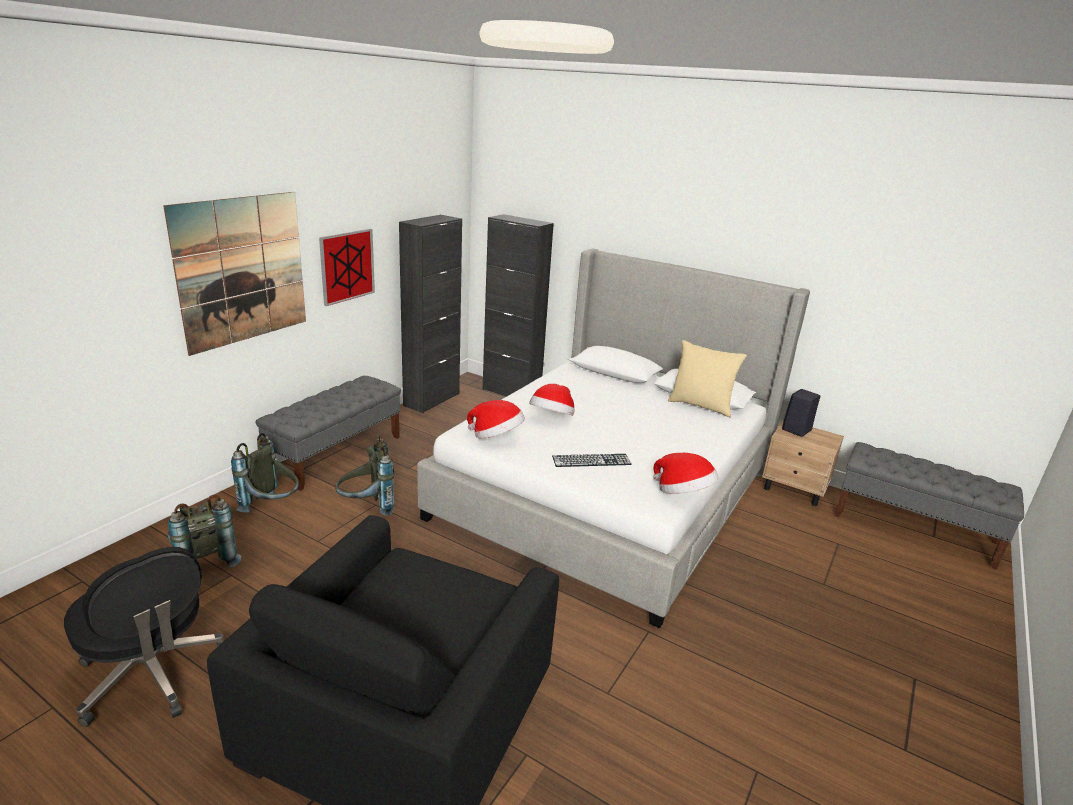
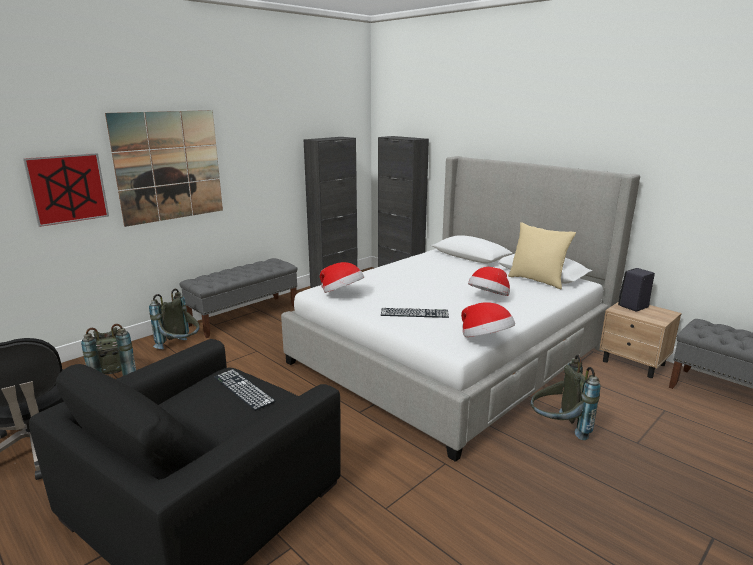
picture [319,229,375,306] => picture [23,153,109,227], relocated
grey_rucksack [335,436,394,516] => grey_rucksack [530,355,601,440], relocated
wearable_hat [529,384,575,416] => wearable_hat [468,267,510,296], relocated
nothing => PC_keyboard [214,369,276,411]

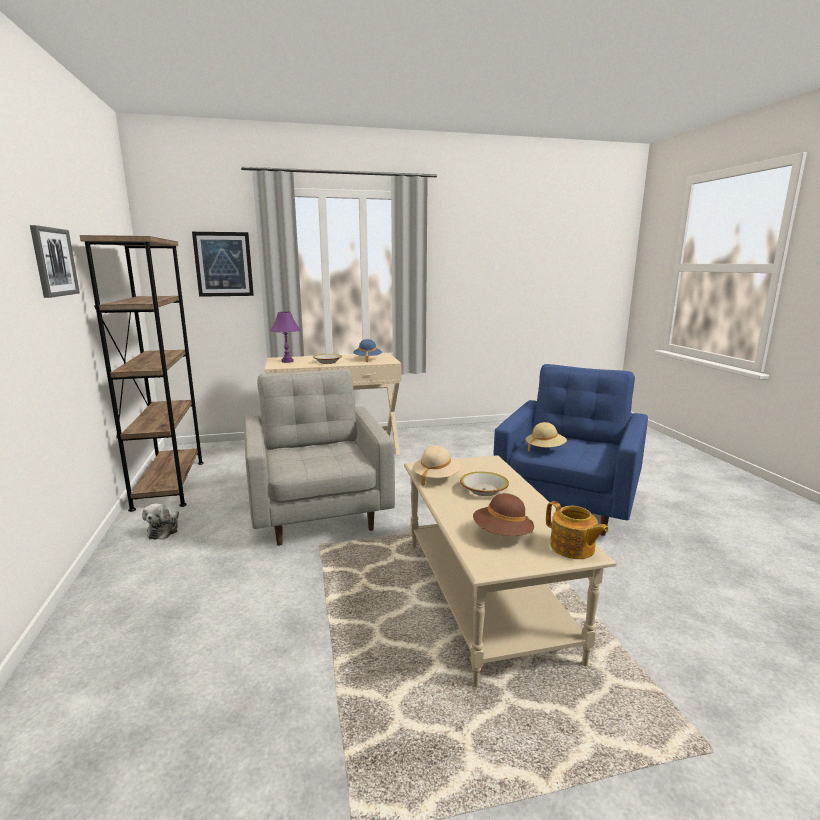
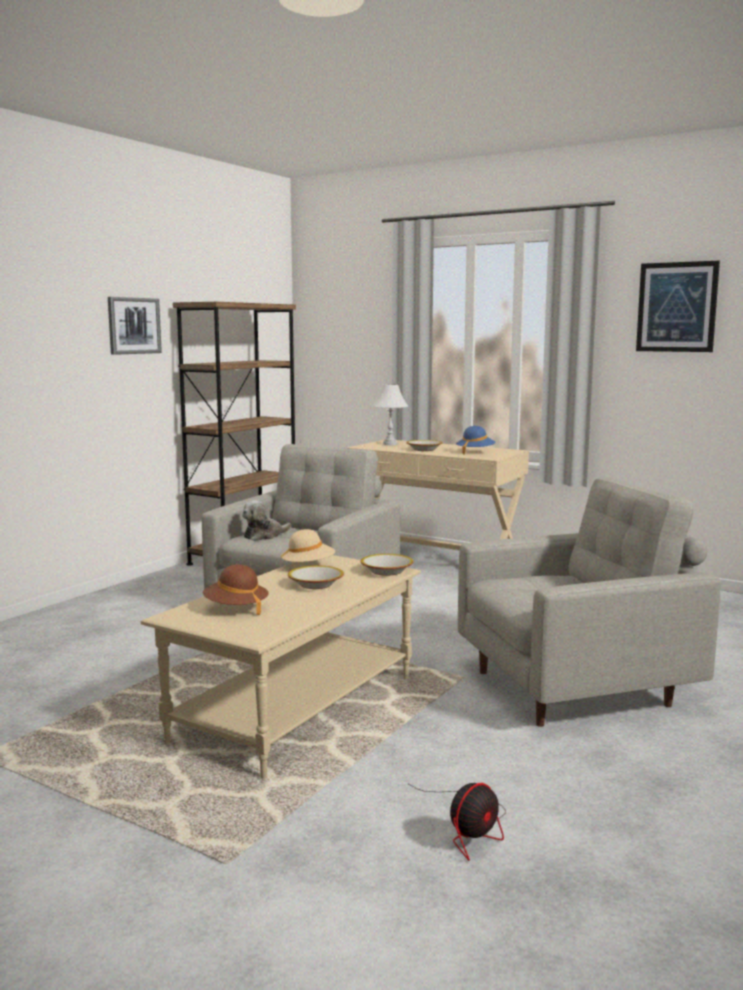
plush_toy [142,503,179,540] => plush_toy [242,500,291,541], relocated
picture [192,232,254,297] => picture [636,261,720,352], relocated
purple_tabletop_lamp [270,312,301,363] => whitish_tabletop_lamp [372,384,408,445]
bluish_easy_chair [493,364,648,536] => grey_easy_chair [458,476,721,727]
beige-coloured_wearable_hat [526,422,567,451] => nothing
tea_pot [546,501,609,559] => nothing
nothing => bowl [360,554,414,576]
nothing => cooling_fan [409,783,506,861]

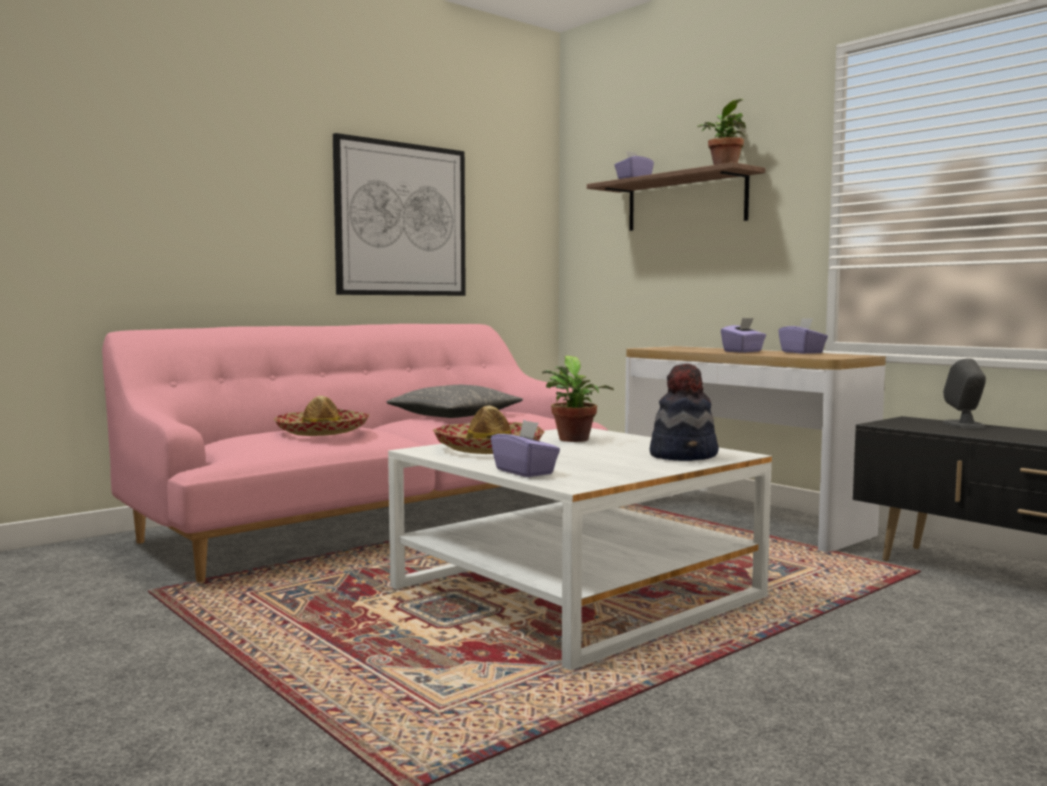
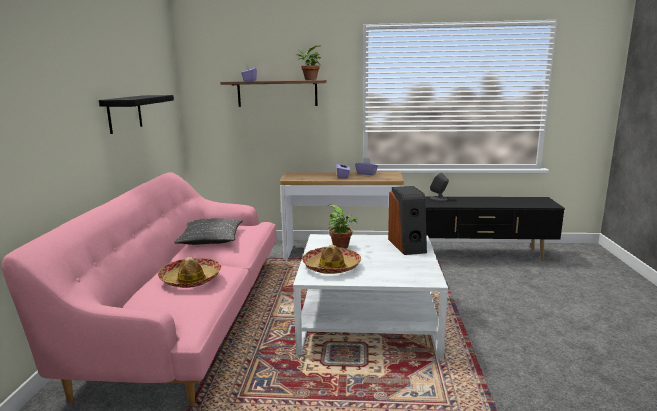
picture [333,133,466,296] => black-coloured_shelf [99,95,174,134]
purple_box_of_tissues [491,420,560,477] => nothing
wearable_hat [650,363,719,461] => audio_speaker [388,186,427,255]

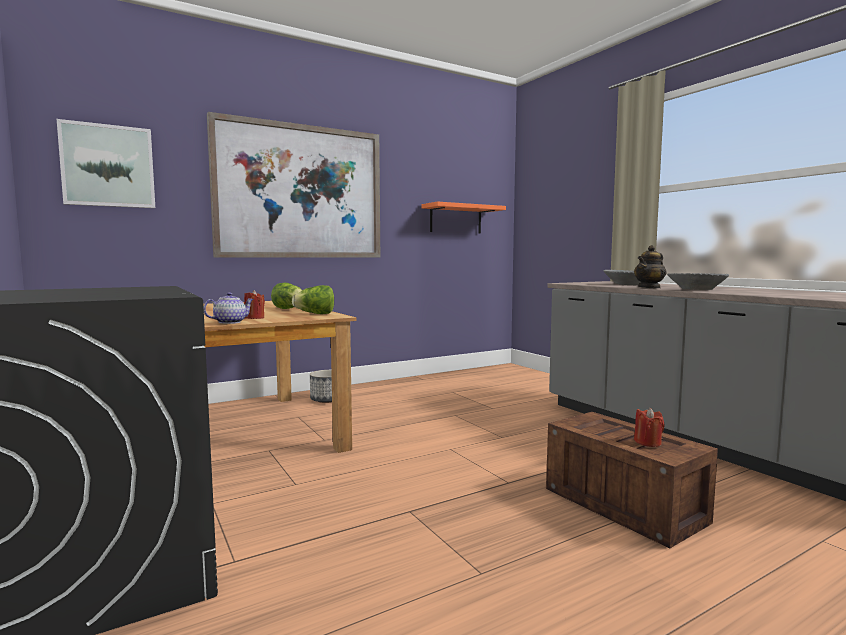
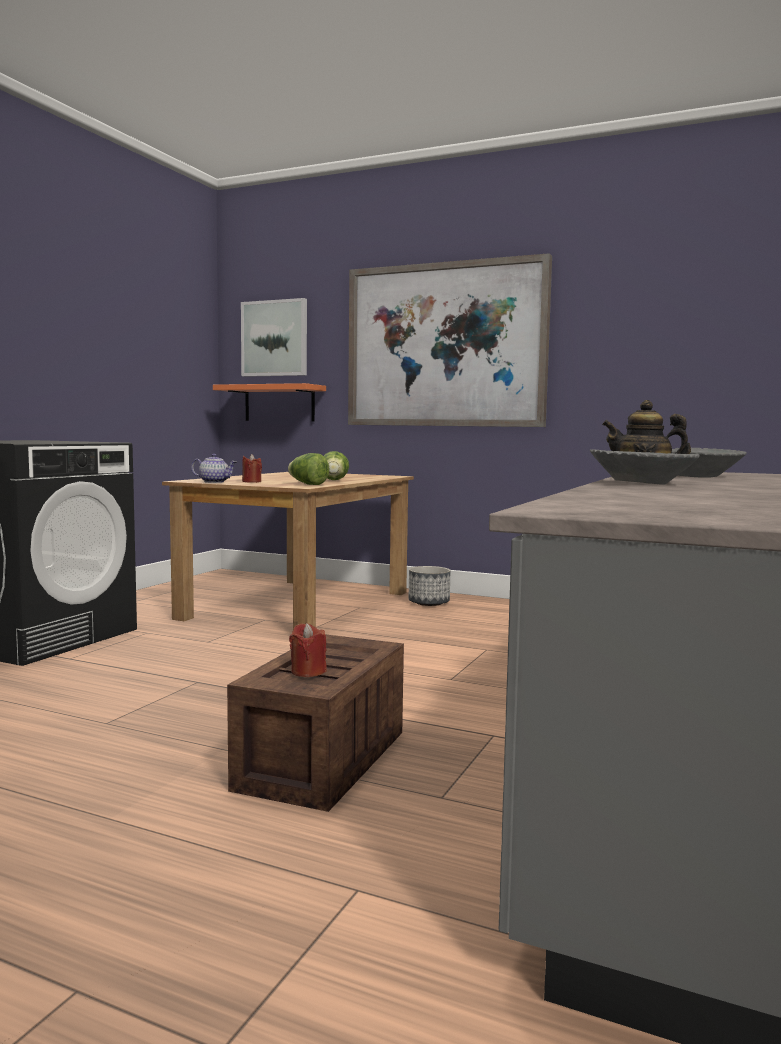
orange-coloured_shelf [421,202,506,234] => orange-coloured_shelf [213,383,326,421], relocated

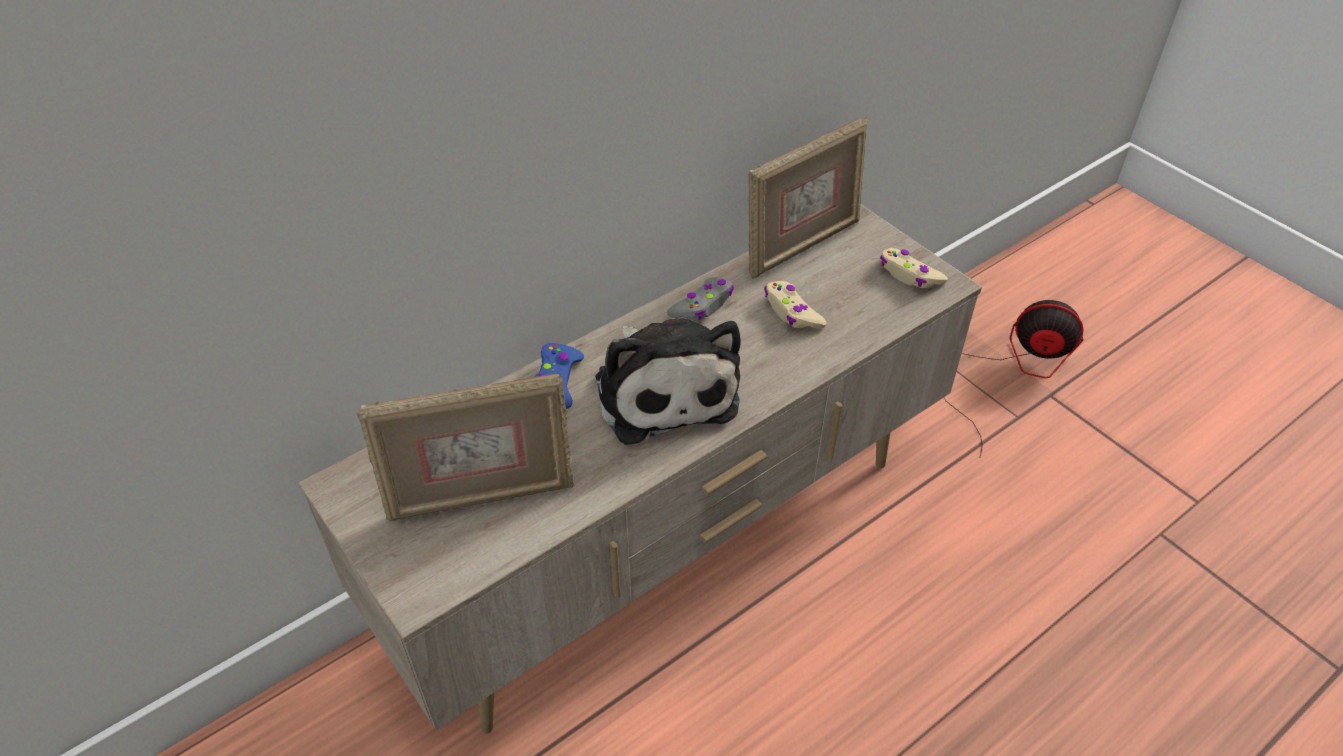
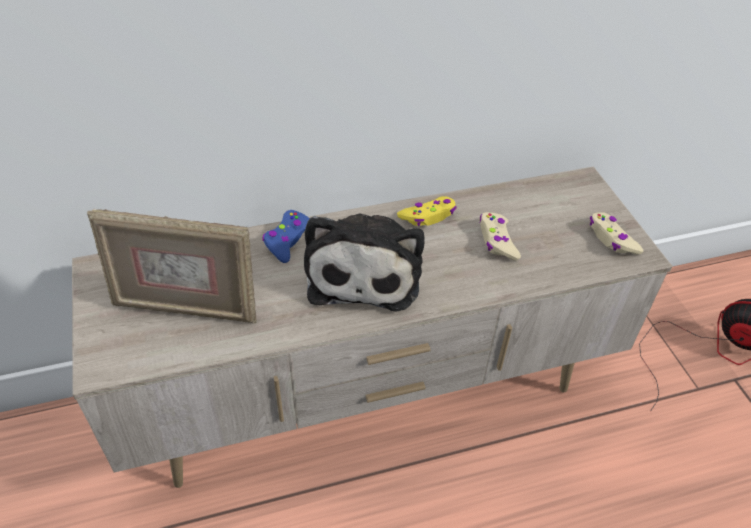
grey_game_controller [667,277,734,321] => yellow-coloured_game_controller [397,196,457,226]
standing_frame [748,117,867,279] => nothing

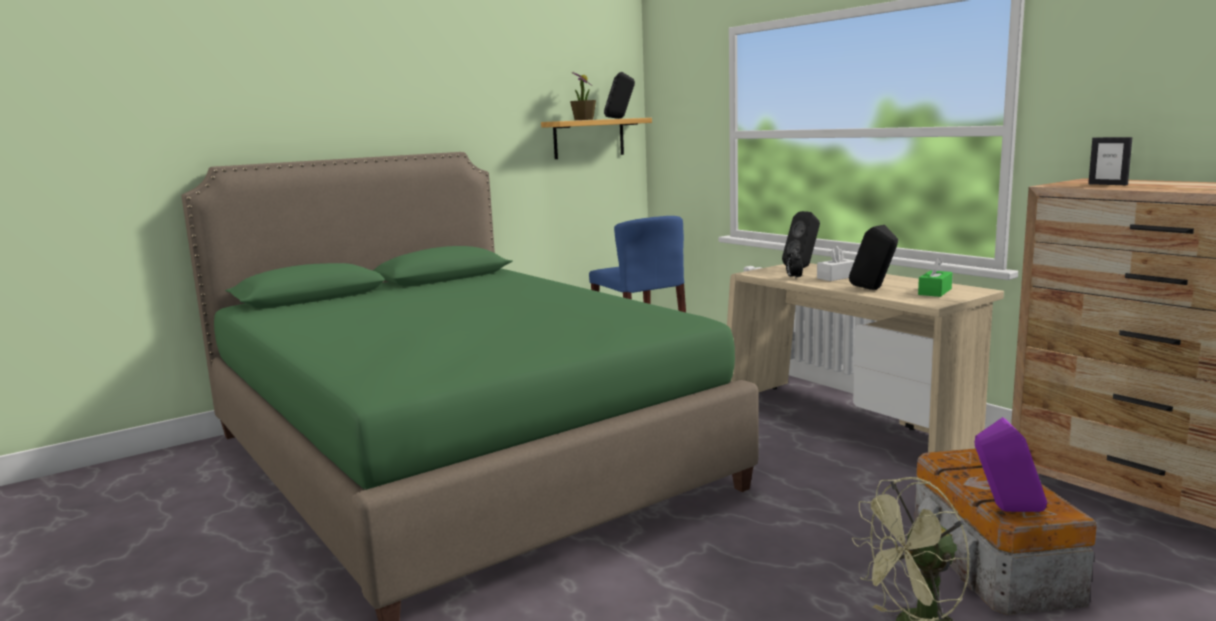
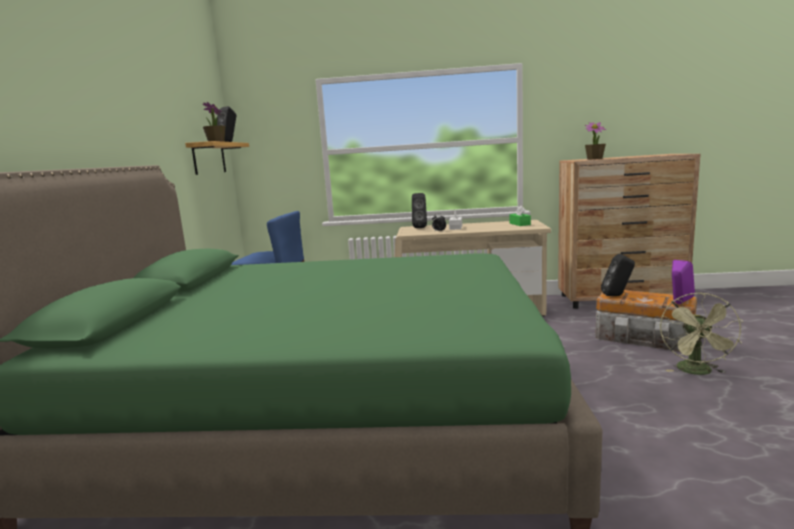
black-coloured_audio_speaker [849,225,898,290] => black-coloured_audio_speaker [601,254,635,296], relocated
standing_frame [1088,137,1133,185] => houseplant [585,122,606,160]

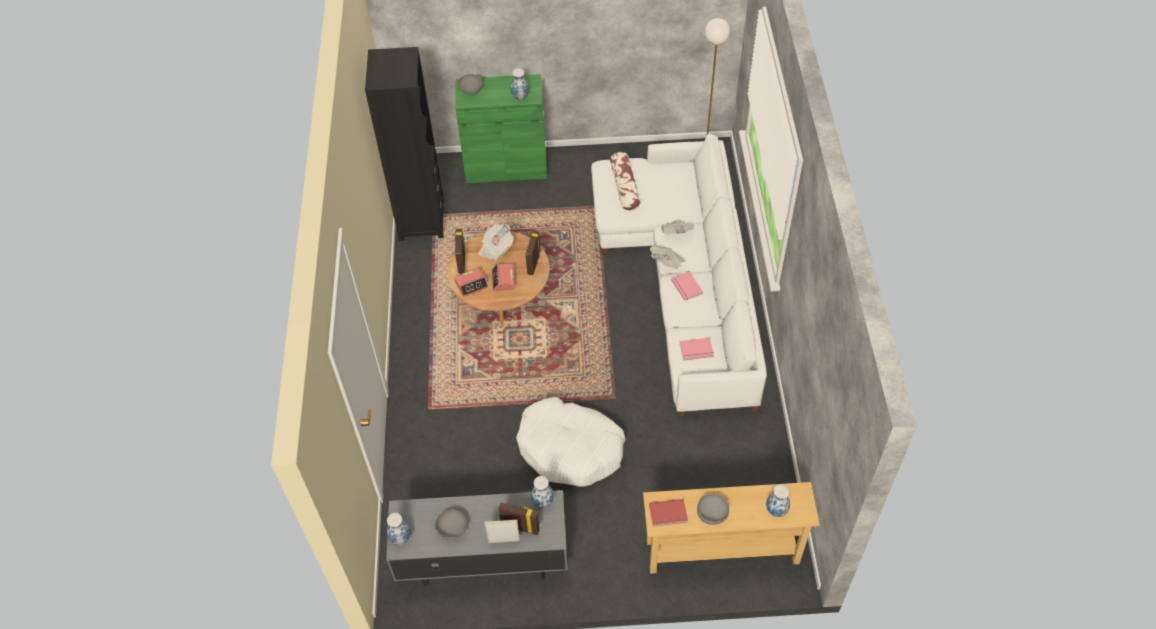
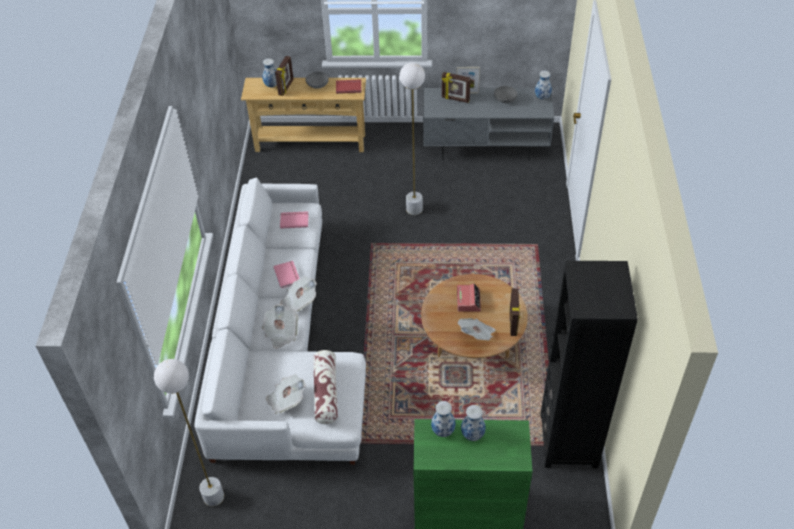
table_clock [454,267,488,297] => nothing
grey_bowl [458,74,483,95] => nothing
whitish_dog_cushion [516,397,626,487] => whitish_standard_lamp [399,62,425,215]
standing_frame [526,230,541,275] => standing_frame [275,56,293,96], relocated
vase [531,476,554,508] => vase [461,405,486,441], relocated
nothing => printed_paper [266,374,306,414]

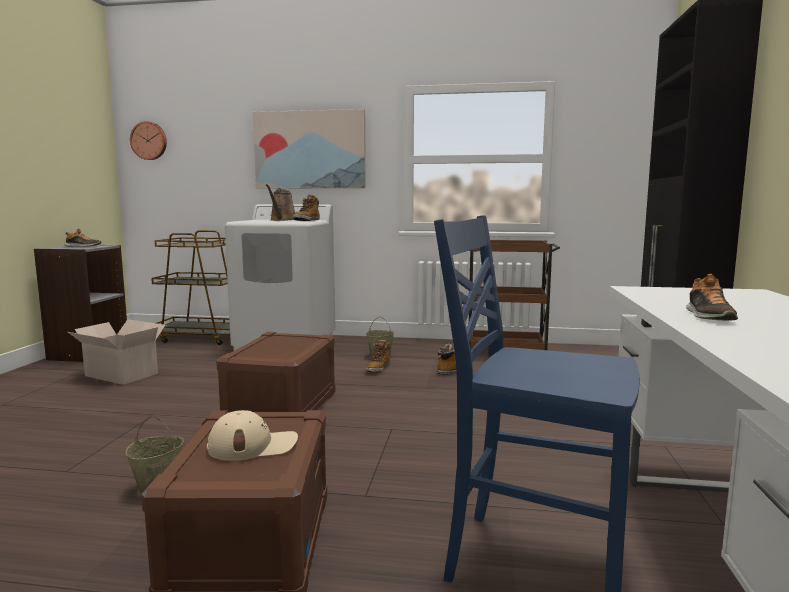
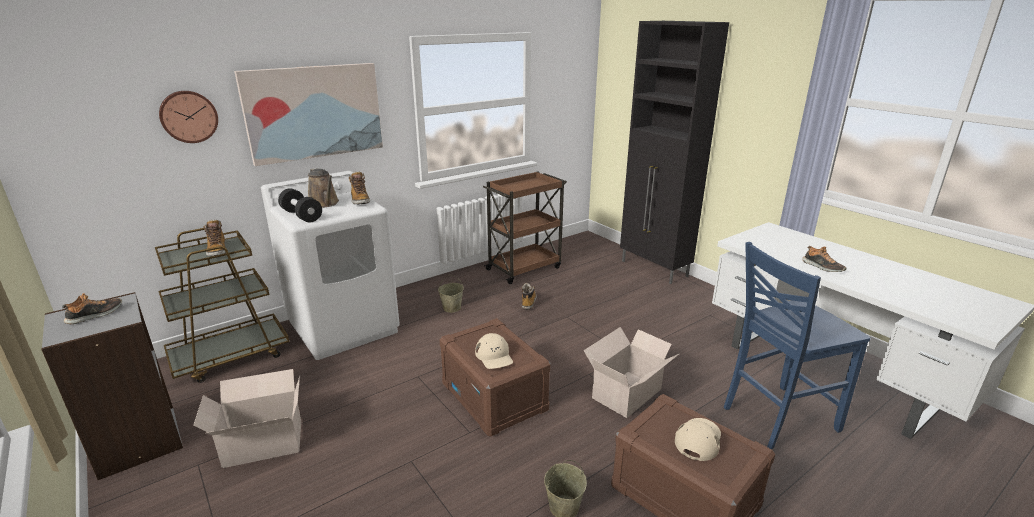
hanging_clock [130,121,167,160] => hanging_clock [159,91,218,143], relocated
tall_boot [365,340,390,373] => tall_boot [203,220,226,256], relocated
nothing => black-coloured_hand_weight [278,188,322,222]
nothing => beige-coloured_peaked_cap [475,333,513,369]
nothing => packing_box [583,327,679,418]

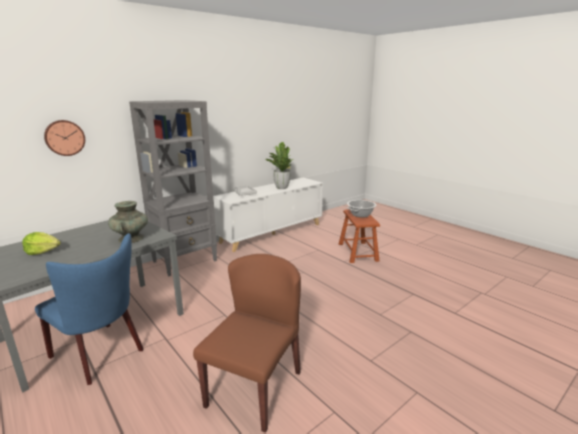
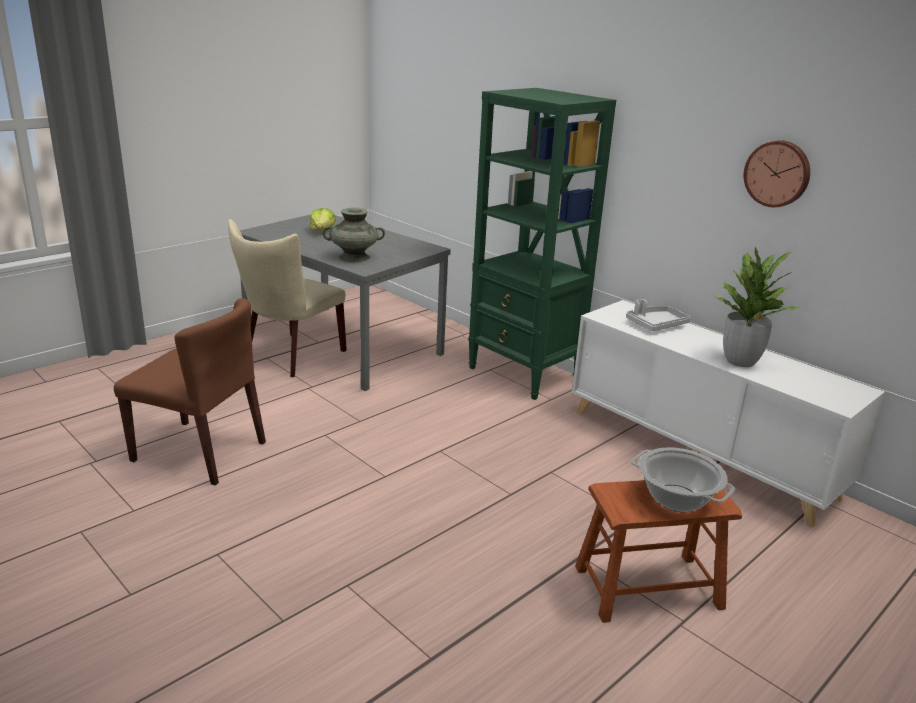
bluish_plain_chair [35,233,143,385] => beige-coloured_plain_chair [228,219,347,377]
hanging_clock [44,120,85,156] => hanging_clock [744,140,810,207], relocated
grey_shelving_unit [129,100,217,276] => green_shelving_unit [468,88,616,400]

